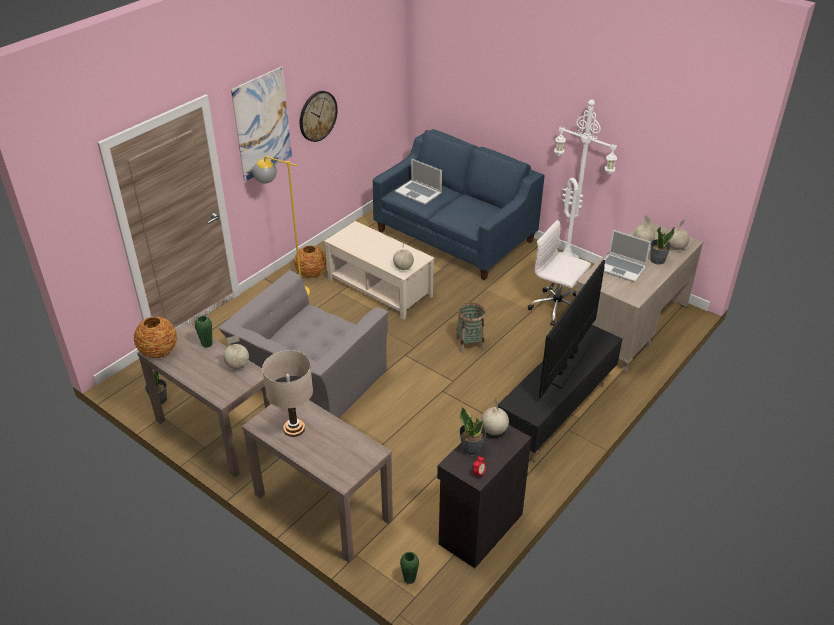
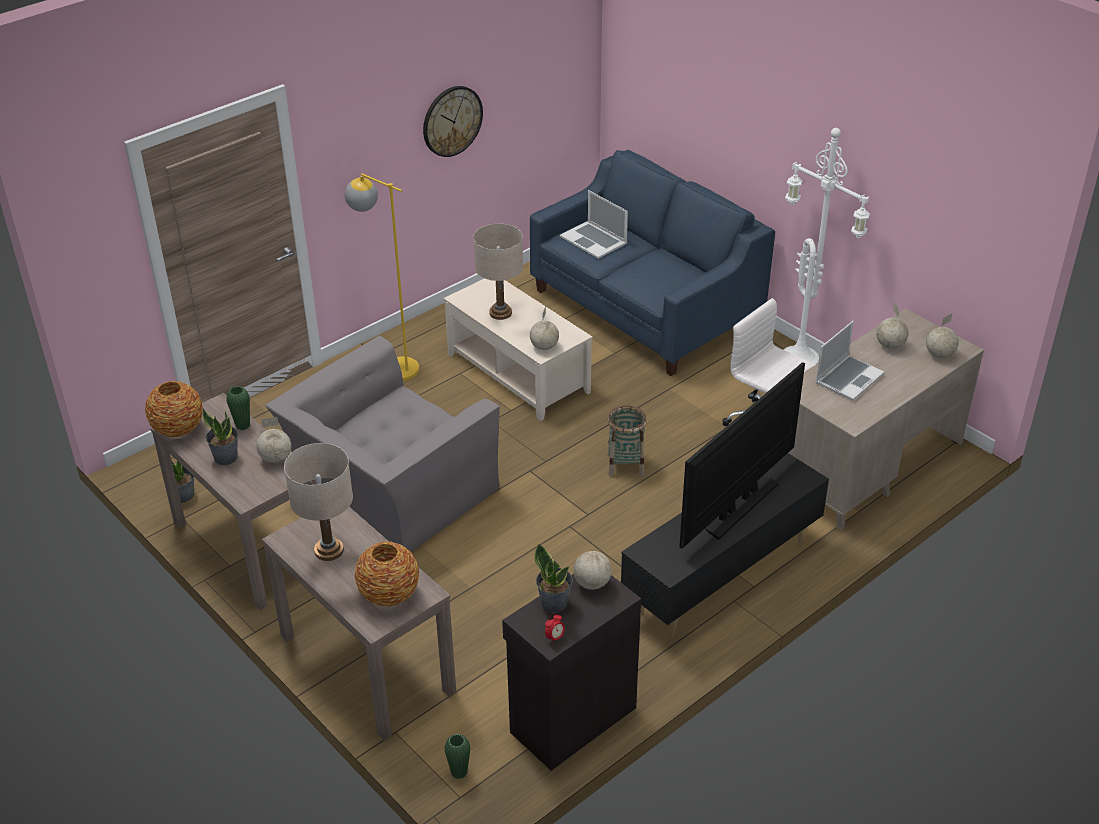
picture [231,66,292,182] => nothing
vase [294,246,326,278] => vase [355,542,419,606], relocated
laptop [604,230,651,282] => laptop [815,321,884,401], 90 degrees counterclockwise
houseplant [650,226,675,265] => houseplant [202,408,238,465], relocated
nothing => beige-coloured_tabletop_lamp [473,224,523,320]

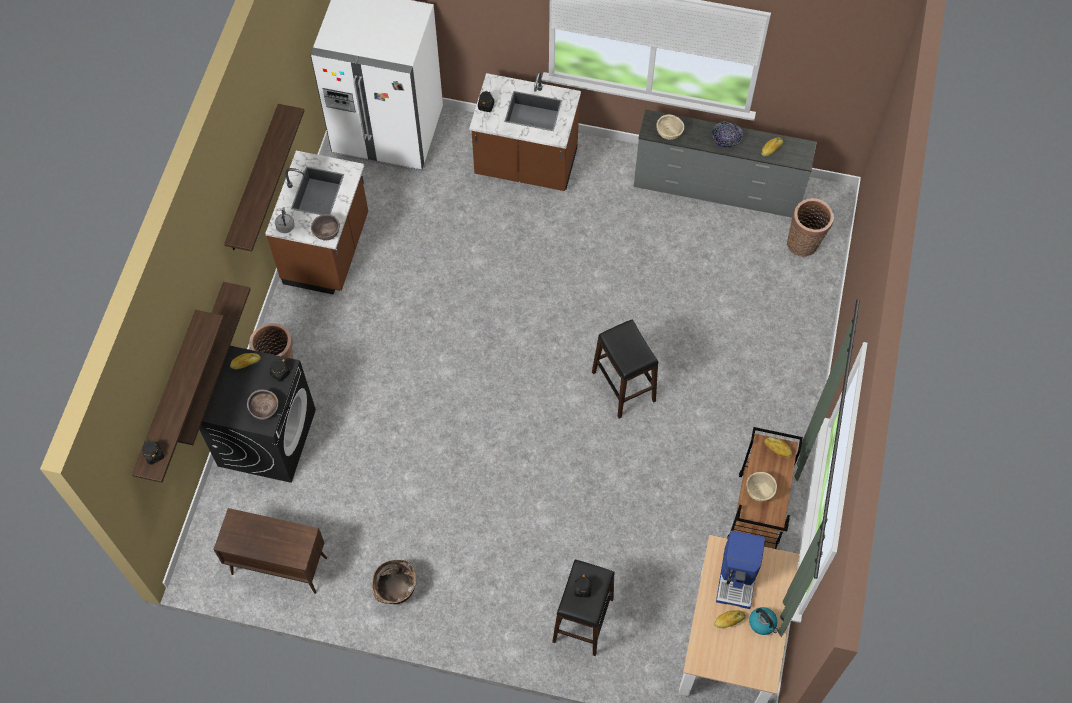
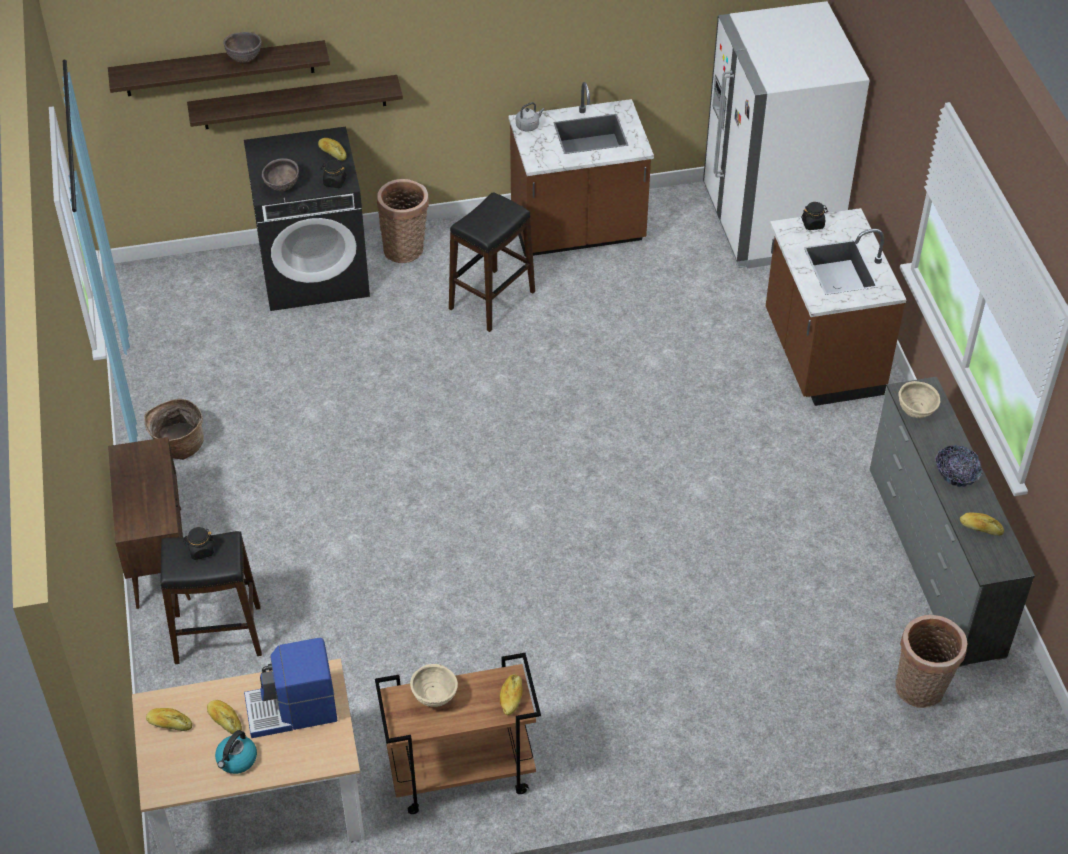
black-coloured_preserve_jar [142,440,164,465] => nothing
brownish_cabinet [213,508,327,594] => brownish_cabinet [108,437,191,609], relocated
shelf [224,104,304,252] => nothing
brownish_bowl [311,214,340,240] => brownish_bowl [223,32,262,63], relocated
black-coloured_stool [592,319,658,419] => black-coloured_stool [449,192,535,332], relocated
nothing => bread [146,708,192,731]

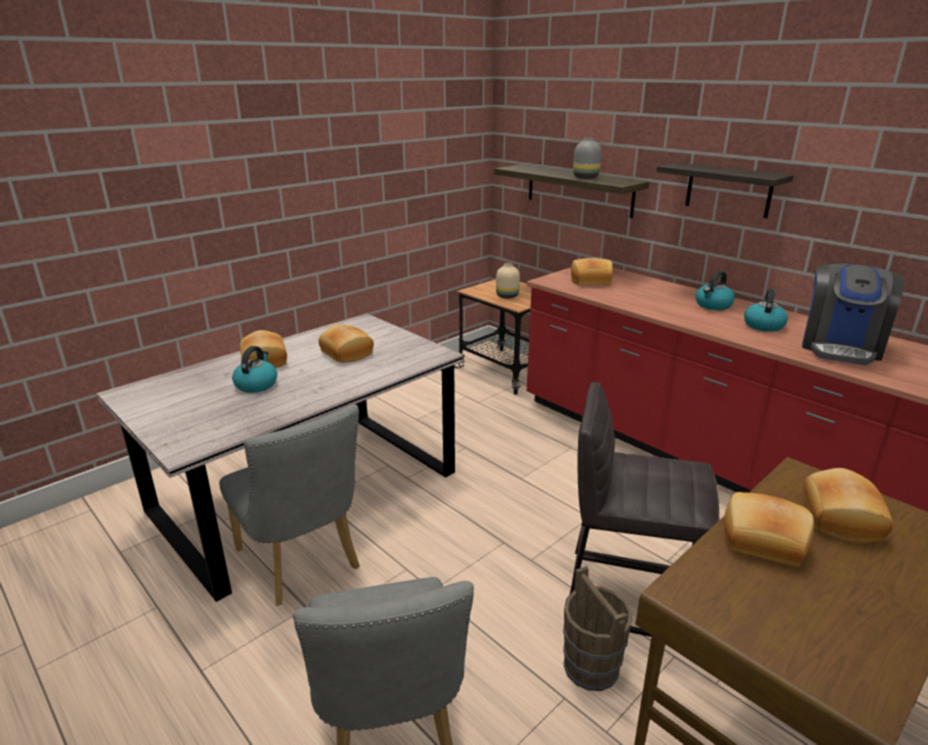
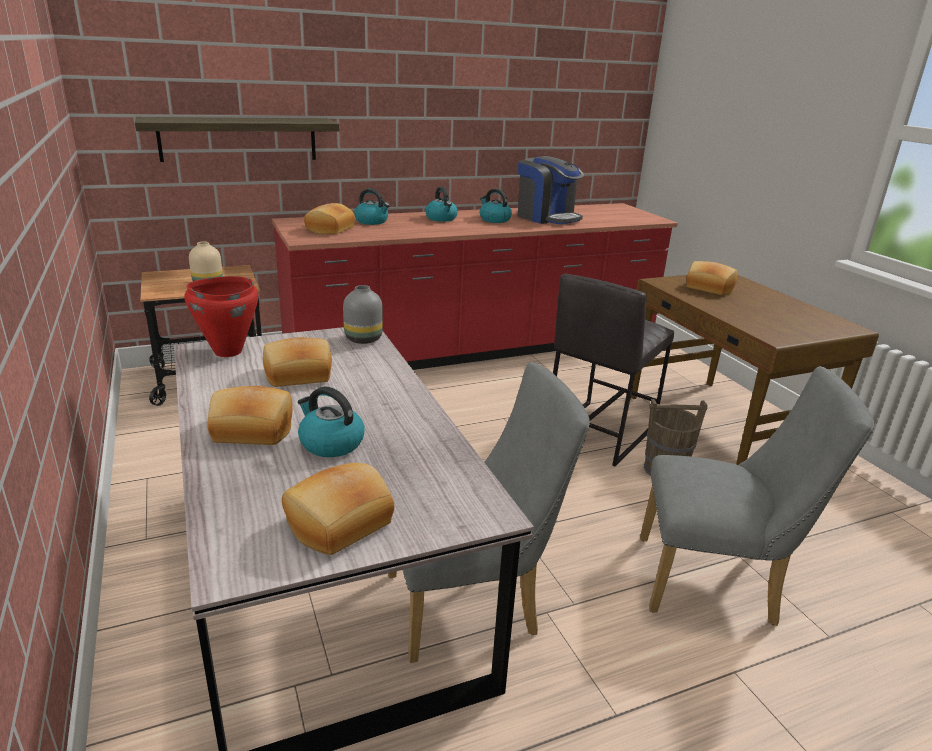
grey_vase [573,138,601,179] => grey_vase [343,285,383,344], relocated
shelf [656,162,794,218] => nothing
bread [724,492,814,567] => bread [282,463,394,555], relocated
nothing => red_cooking_pot [184,276,258,357]
nothing => tea_kettle [354,189,390,225]

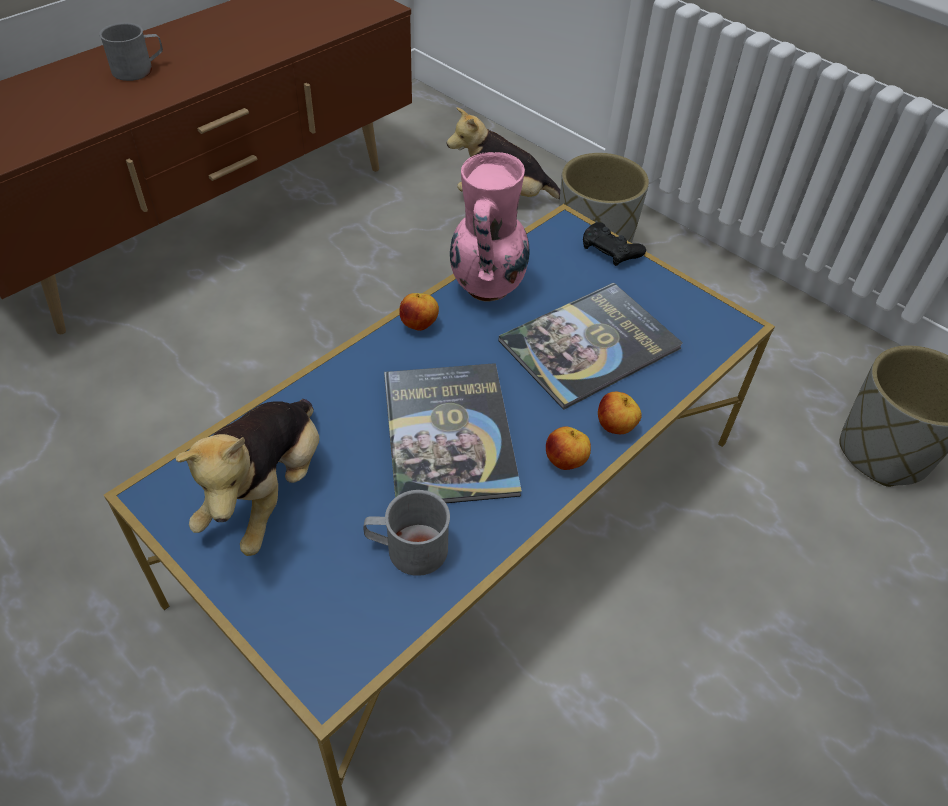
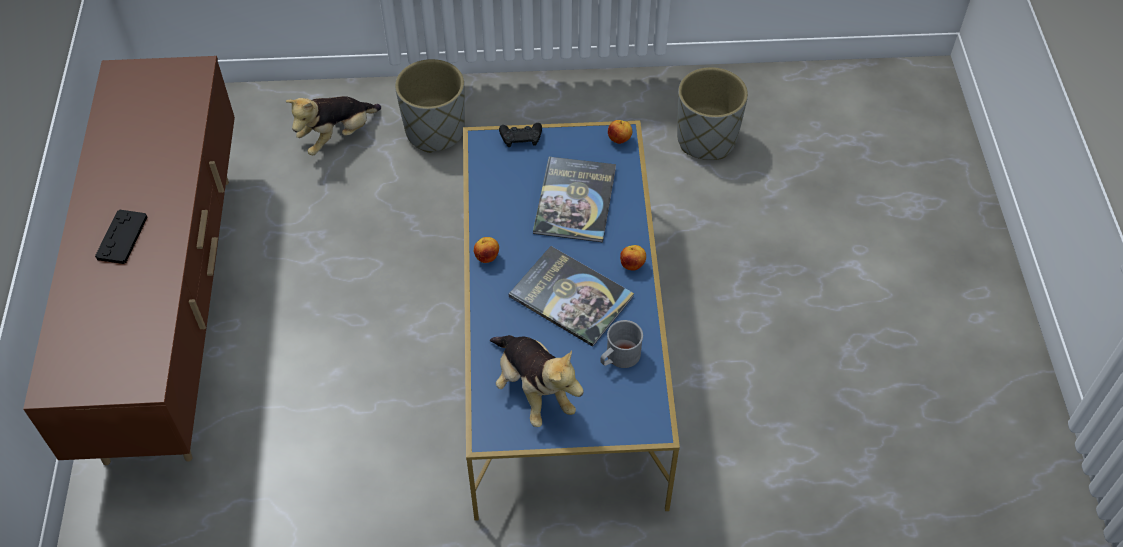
grey_coffee_mug [99,23,163,81] => black-coloured_game_controller [95,209,147,264]
pink-coloured_vase [450,152,529,302] => nothing
apple_fruit [598,392,642,434] => apple_fruit [608,120,632,144], relocated

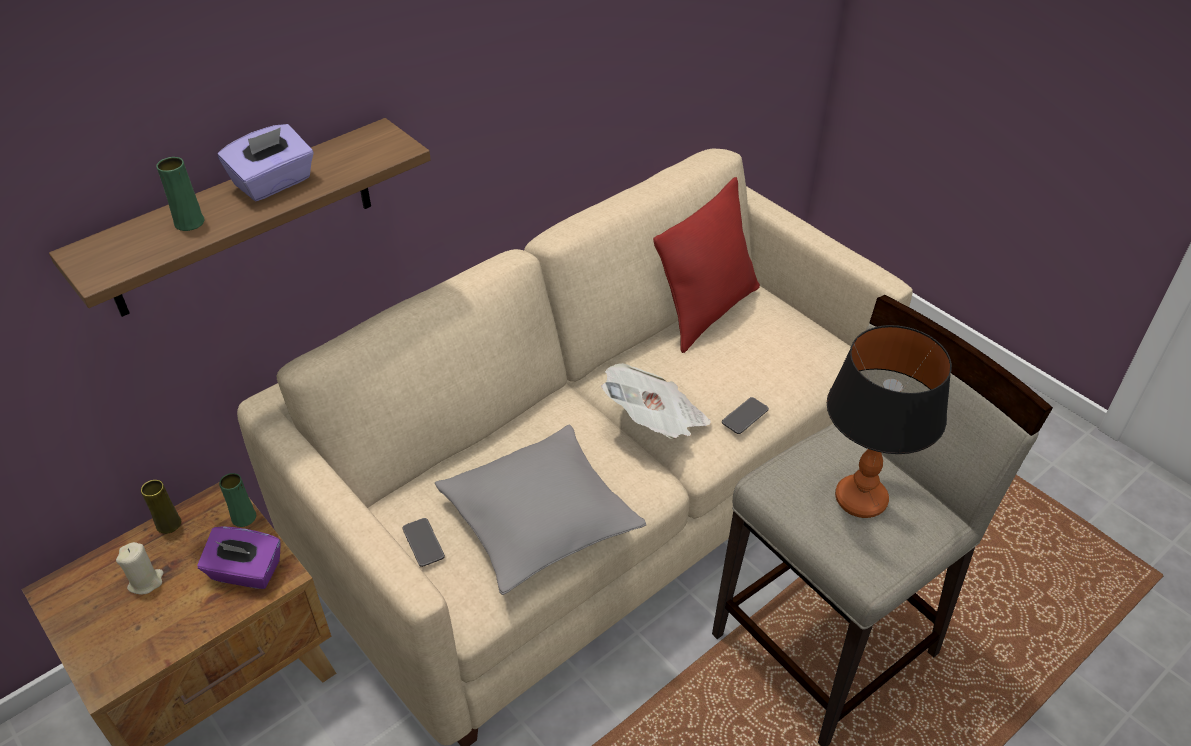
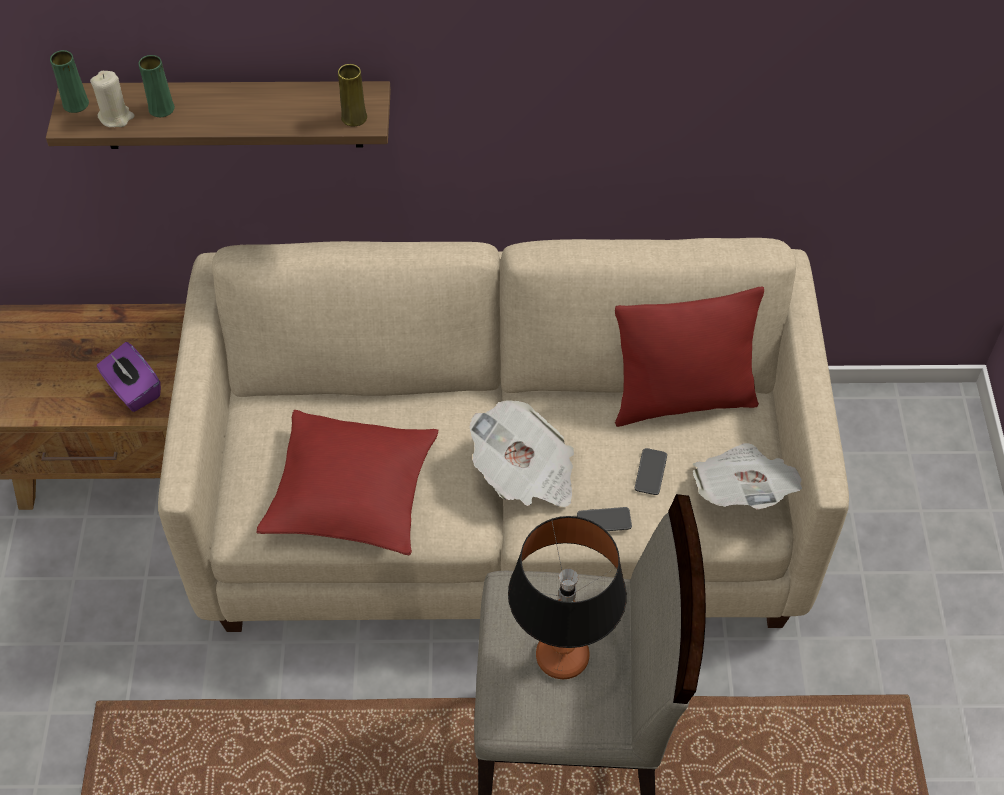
beige-coloured_wax_light [116,542,164,595] => beige-coloured_wax_light [90,71,134,127], relocated
yellow-coloured_vase [141,480,181,534] => yellow-coloured_vase [338,64,367,127], relocated
purple_box_of_tissues [218,124,314,202] => nothing
green_vase [219,473,256,527] => green_vase [50,50,89,113], relocated
phone [402,518,445,567] => phone [635,448,667,495], relocated
grey_cushion [435,424,646,595] => red_cushion [257,410,438,556]
nothing => printed_paper [693,443,802,510]

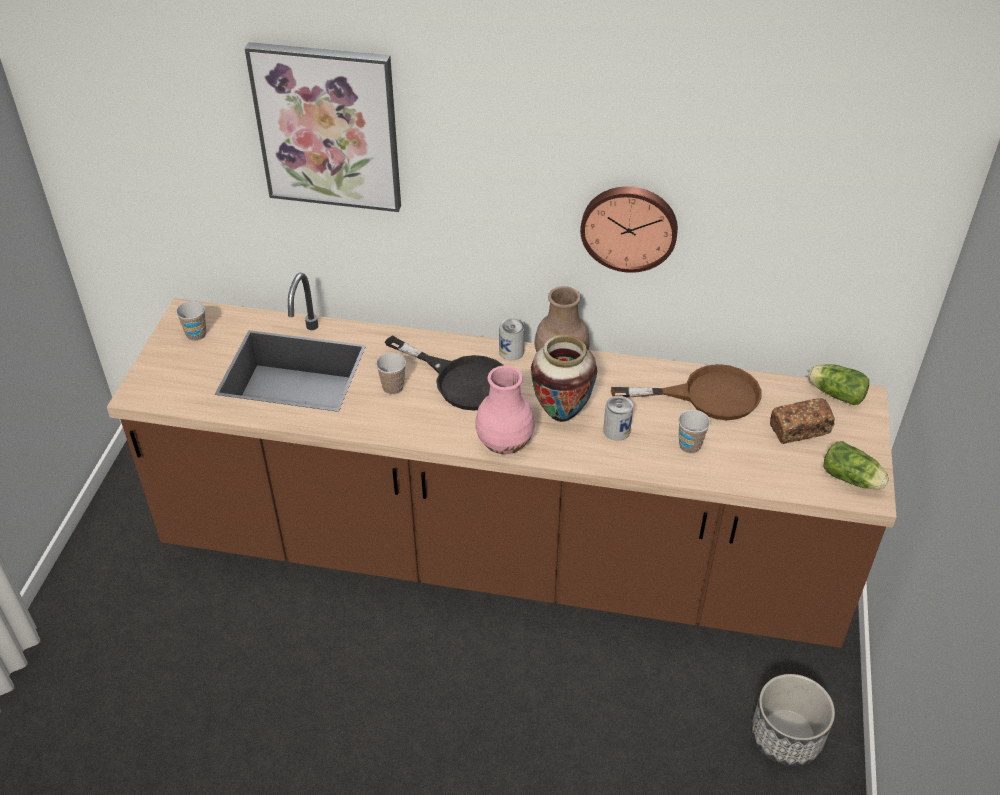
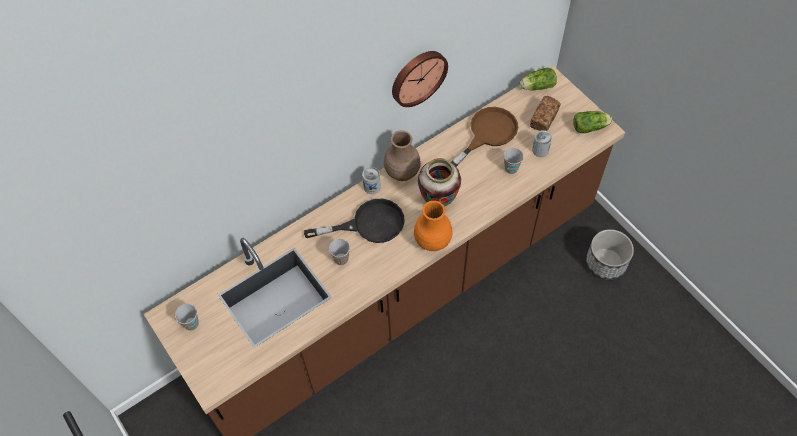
picture [245,42,401,212] => nothing
pink-coloured_vase [475,366,535,454] => orange-coloured_vase [414,201,453,251]
metal_can [603,396,633,441] => metal_can [532,130,552,157], relocated

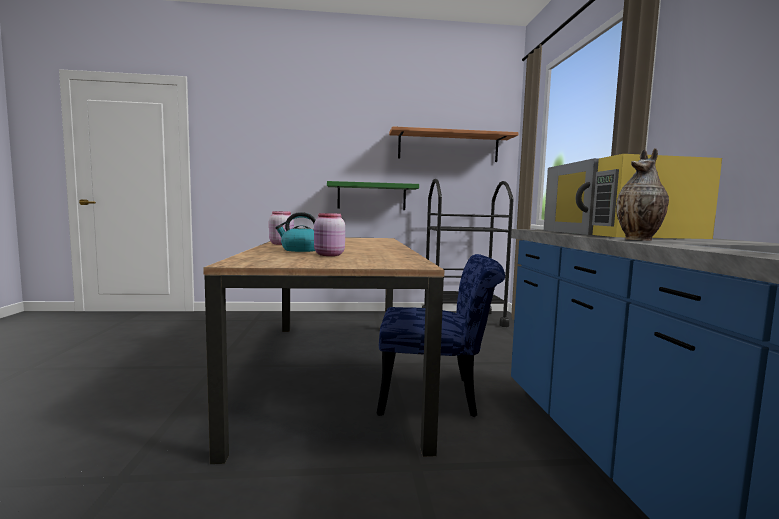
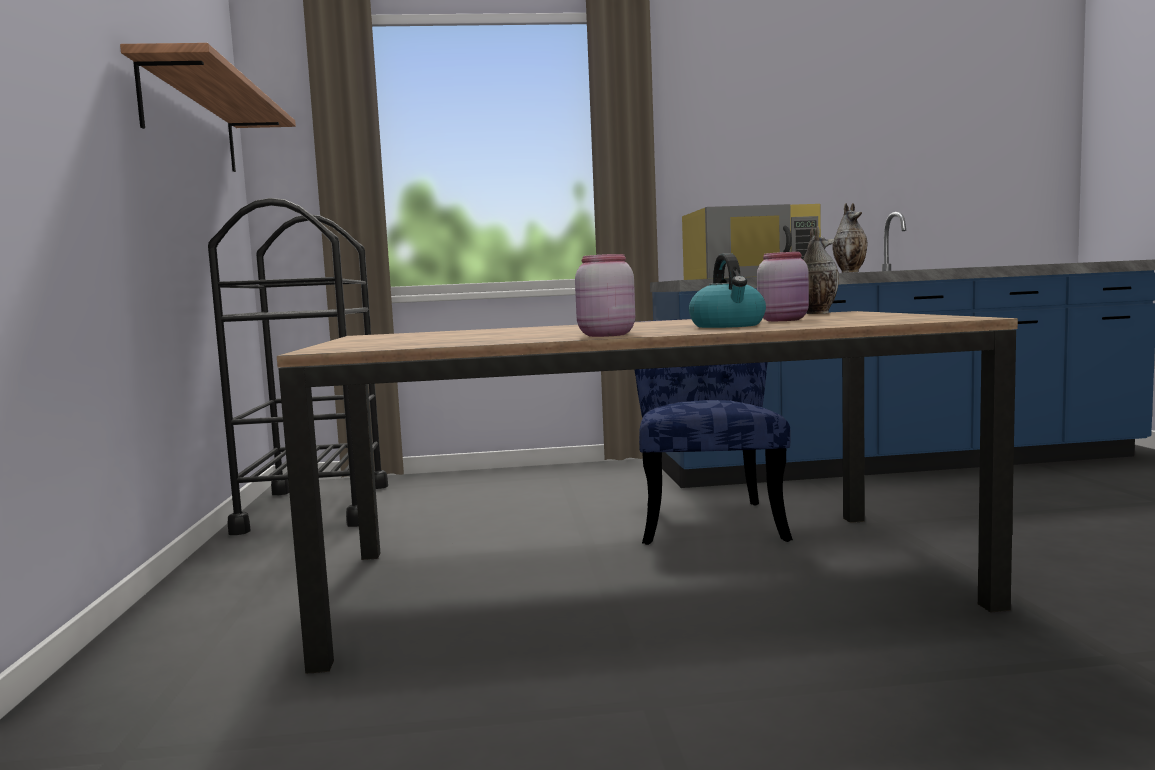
green_shelf [327,181,419,210] => nothing
nothing => vase [803,226,839,314]

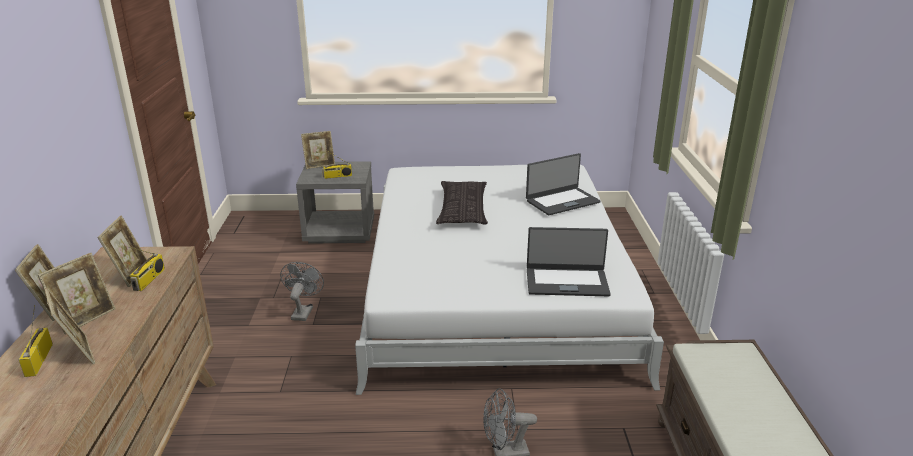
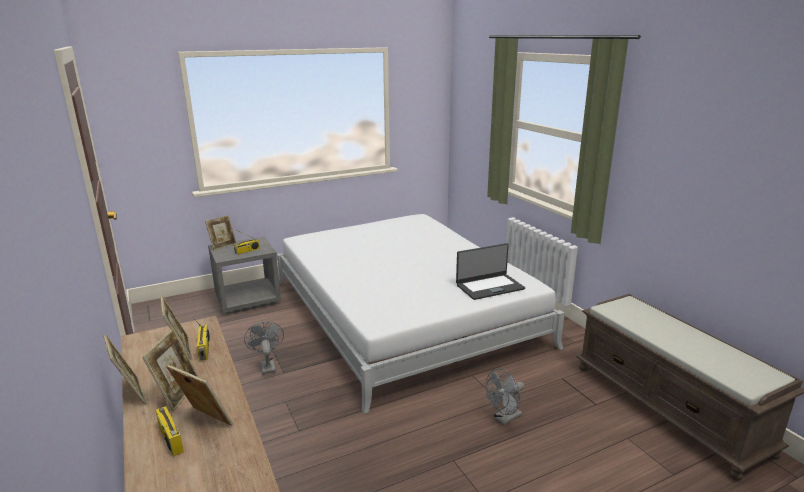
cushion [436,181,488,225] => nothing
laptop [526,153,601,215] => nothing

